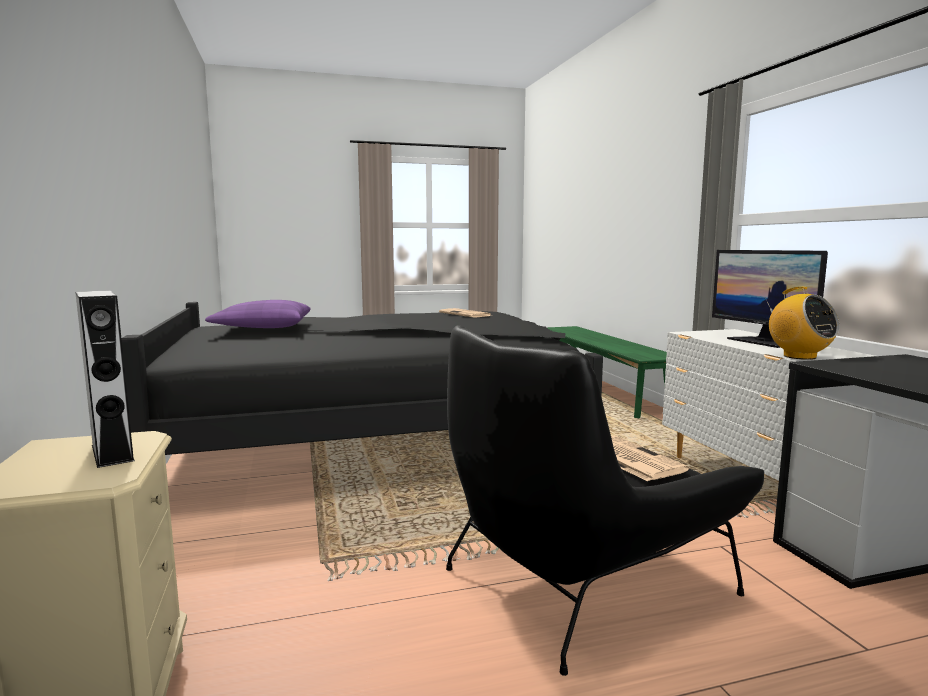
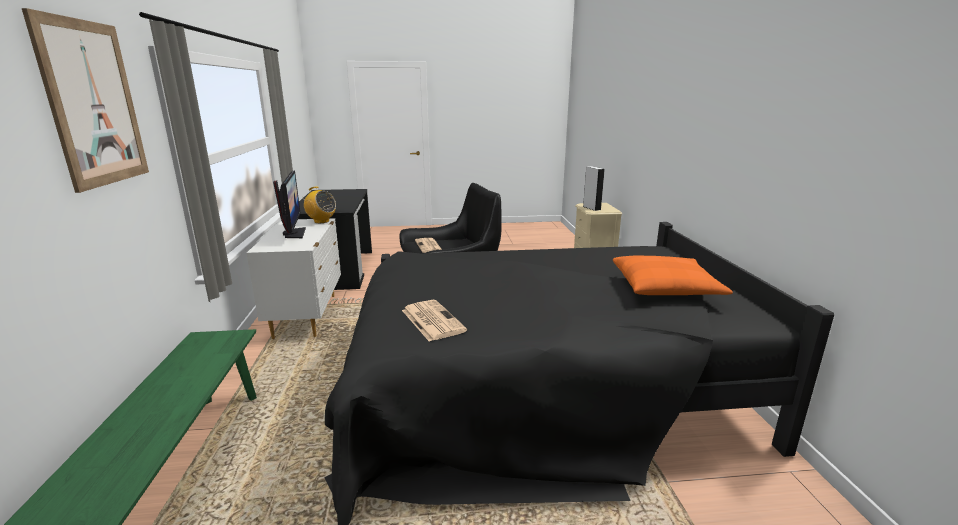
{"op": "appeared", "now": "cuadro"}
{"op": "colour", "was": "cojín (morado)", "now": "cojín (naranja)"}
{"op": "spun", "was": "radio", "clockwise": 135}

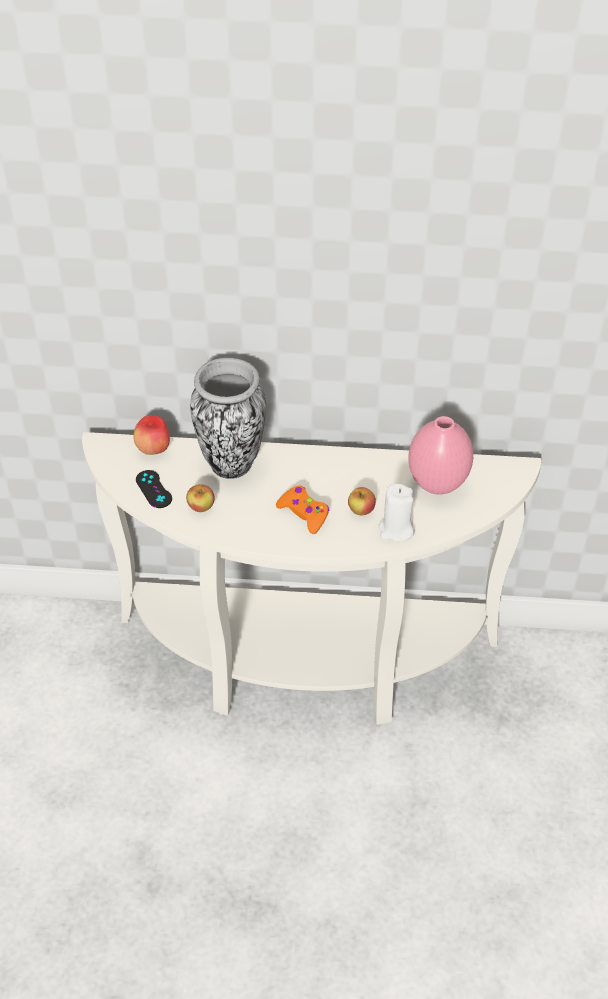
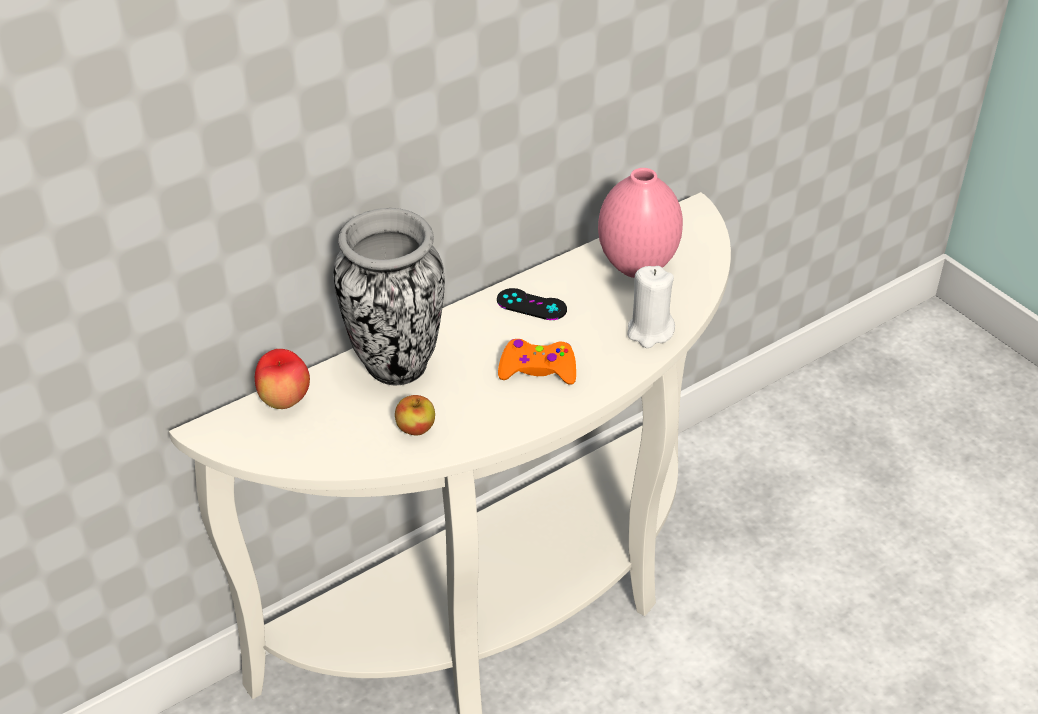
{"op": "missing", "was": "manzana (no. 3 from left)"}
{"op": "relocated", "was": "mando de consola (negro)"}

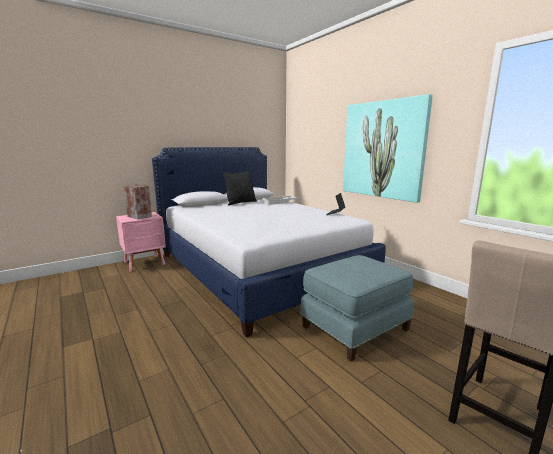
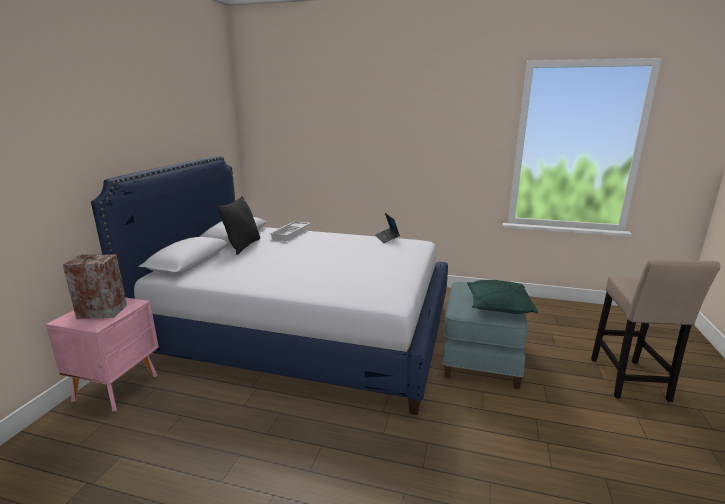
{"op": "missing", "was": "cuadro"}
{"op": "appeared", "now": "cojín (verde)"}

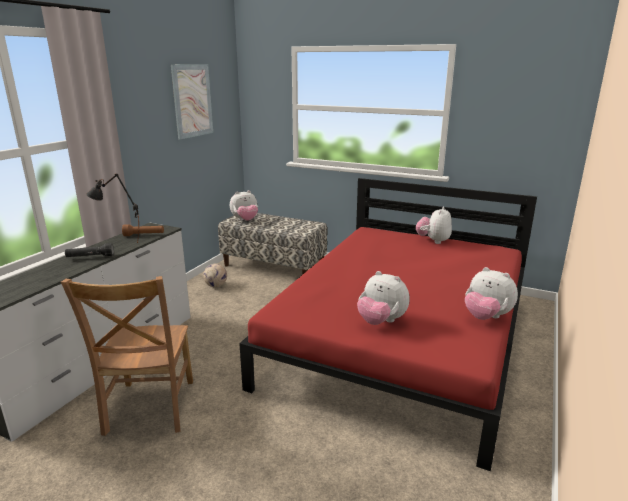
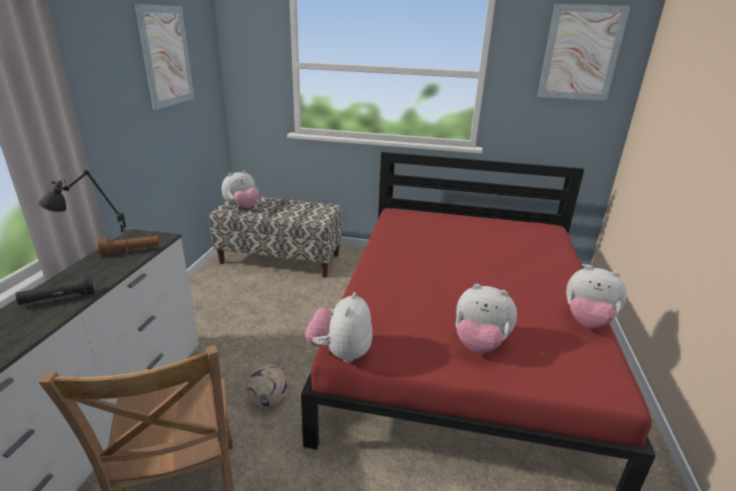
{"op": "appeared", "now": "cuadro (no. 2 from left)"}
{"op": "relocated", "was": "balón de fútbol"}
{"op": "relocated", "was": "peluche (no. 3 from left in the first image)", "now": "peluche (no. 2 from left)"}

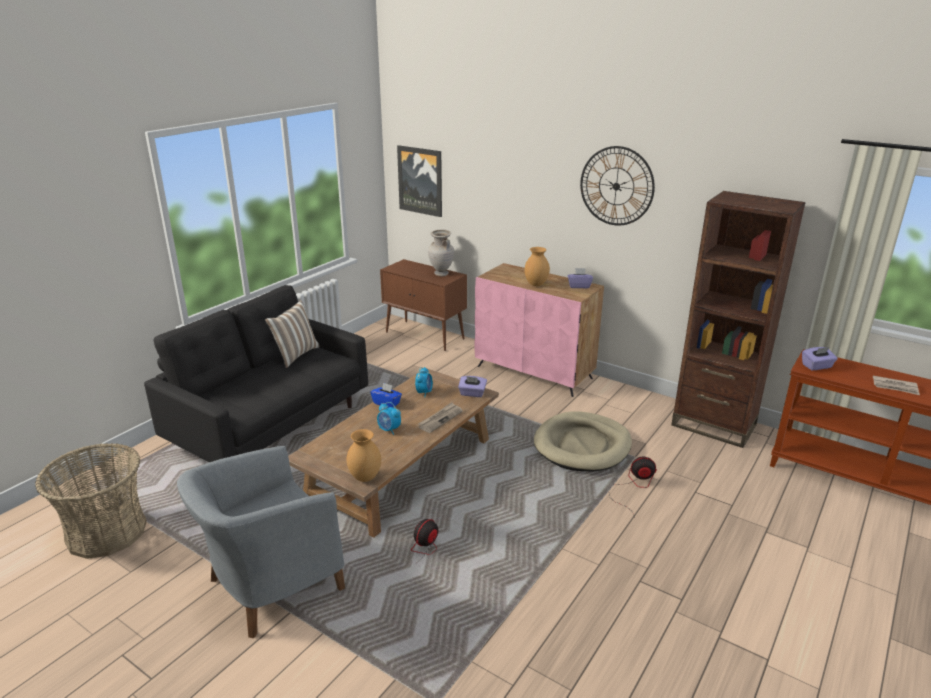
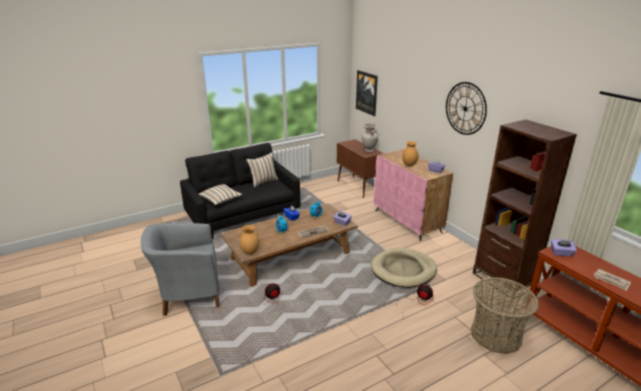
{"op": "appeared", "now": "cojín (no. 1 from left)"}
{"op": "relocated", "was": "cesta"}

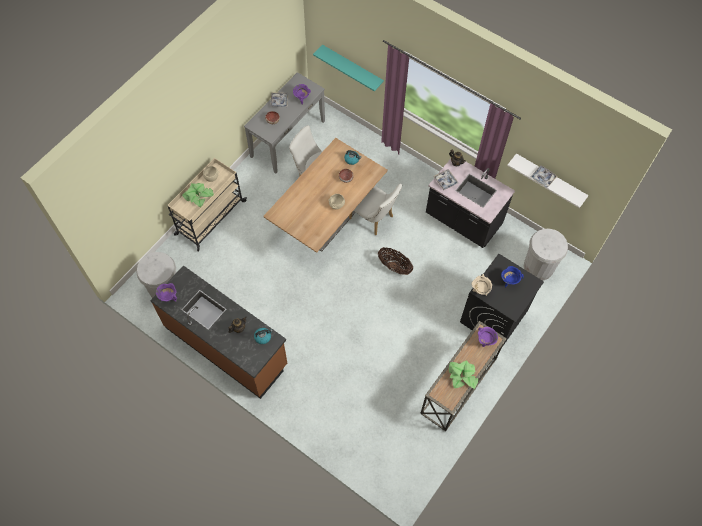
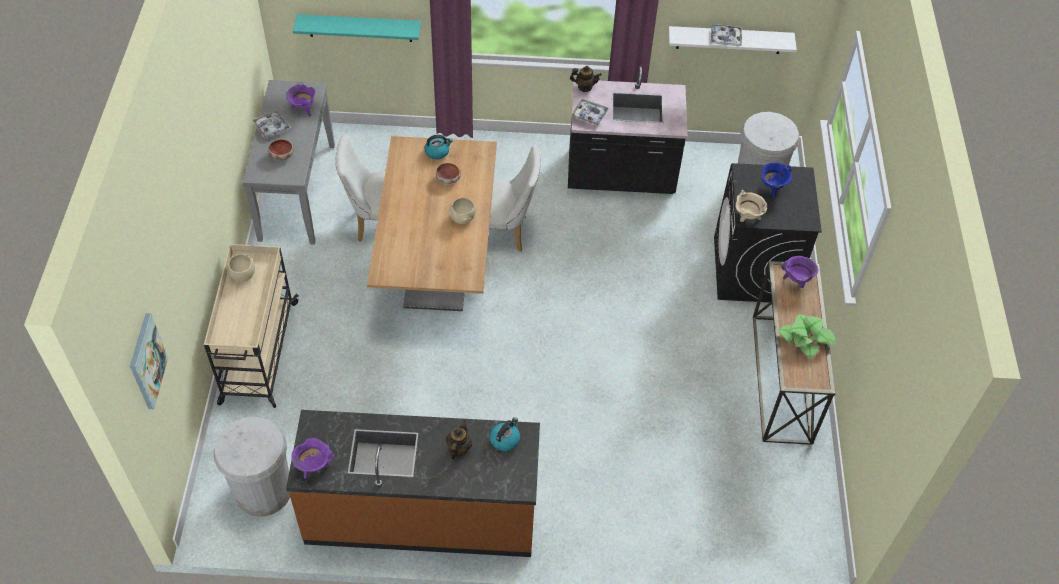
{"op": "missing", "was": "planta en maceta (no. 1 from left)"}
{"op": "missing", "was": "cesta"}
{"op": "appeared", "now": "cuadro"}

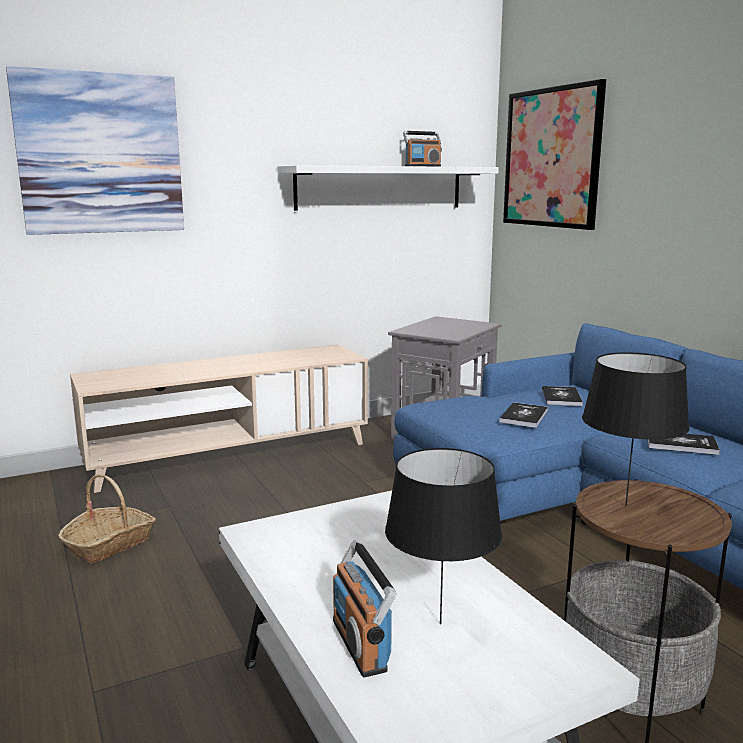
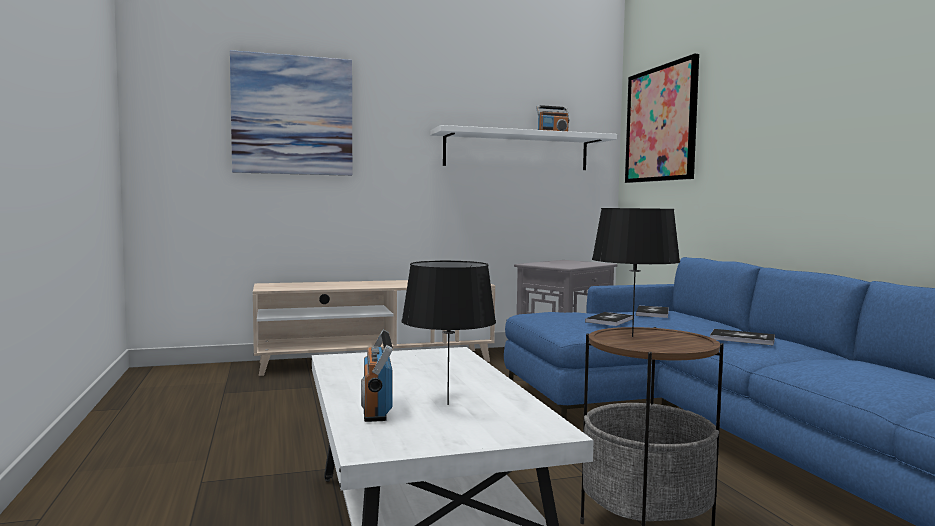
{"op": "missing", "was": "cesta"}

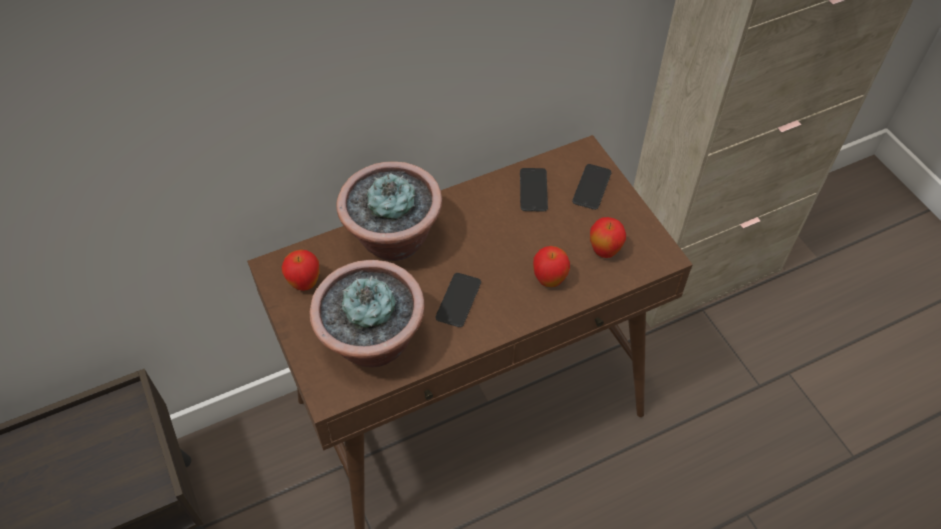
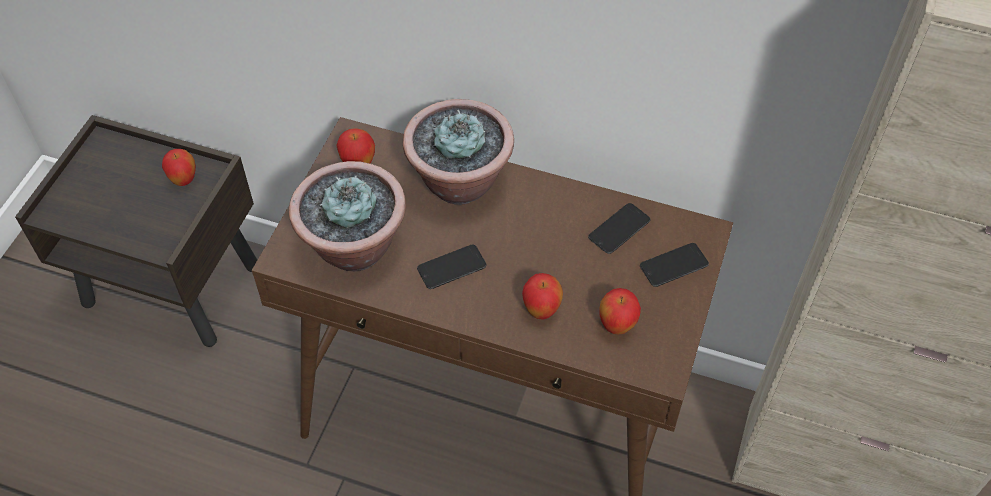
{"op": "appeared", "now": "manzana (no. 1 from left)"}

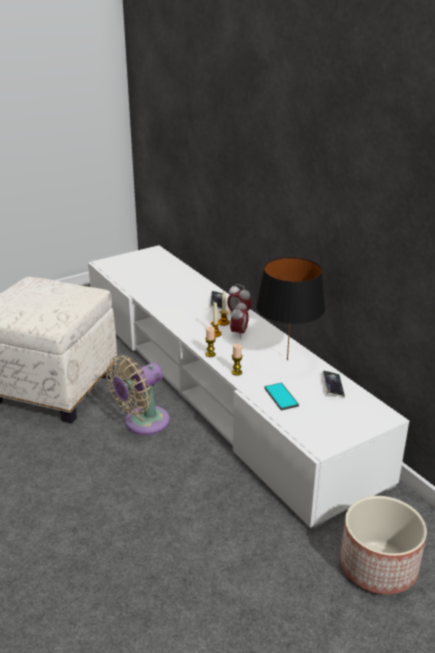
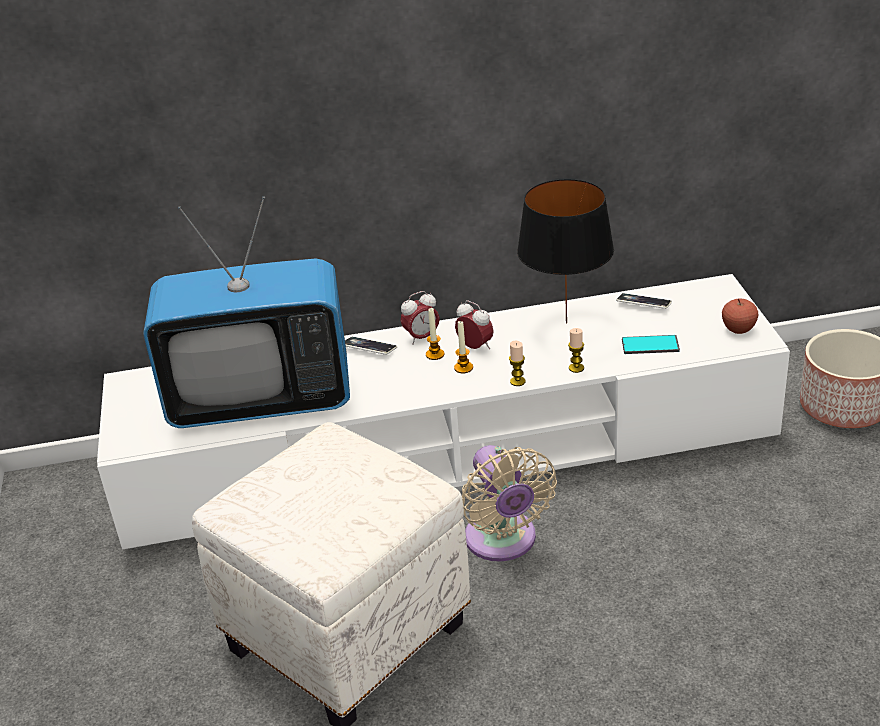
{"op": "appeared", "now": "televisor"}
{"op": "appeared", "now": "manzana"}

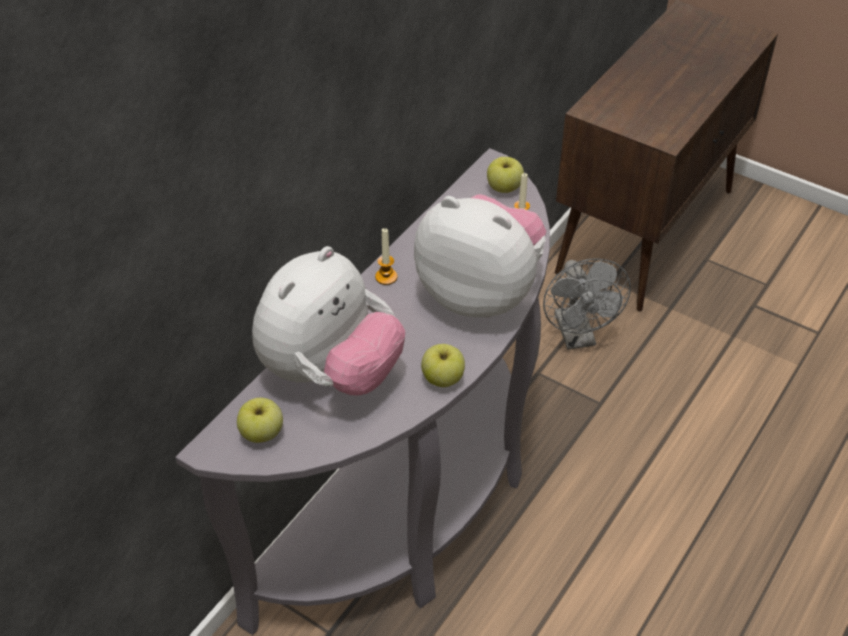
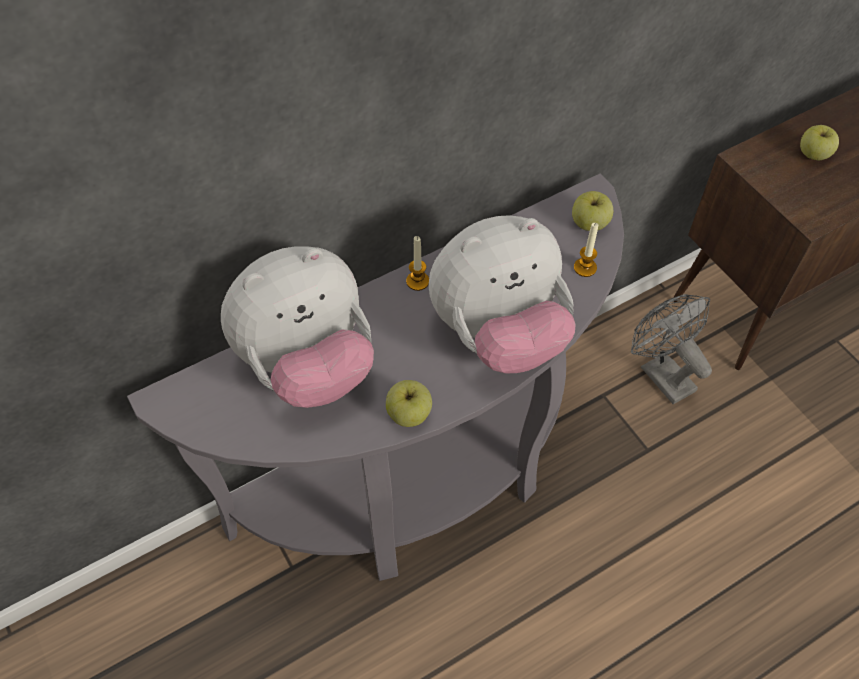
{"op": "relocated", "was": "manzana (no. 1 from left in the first image)", "now": "manzana (no. 3 from left)"}
{"op": "spun", "was": "peluche (no. 2 from left)", "clockwise": 105}
{"op": "spun", "was": "ventilador (gris)", "clockwise": 135}

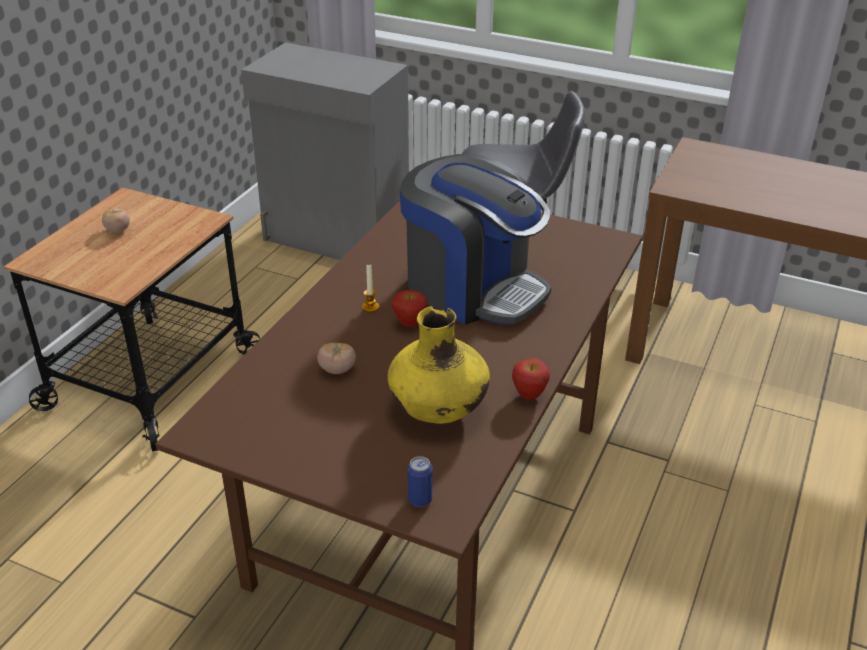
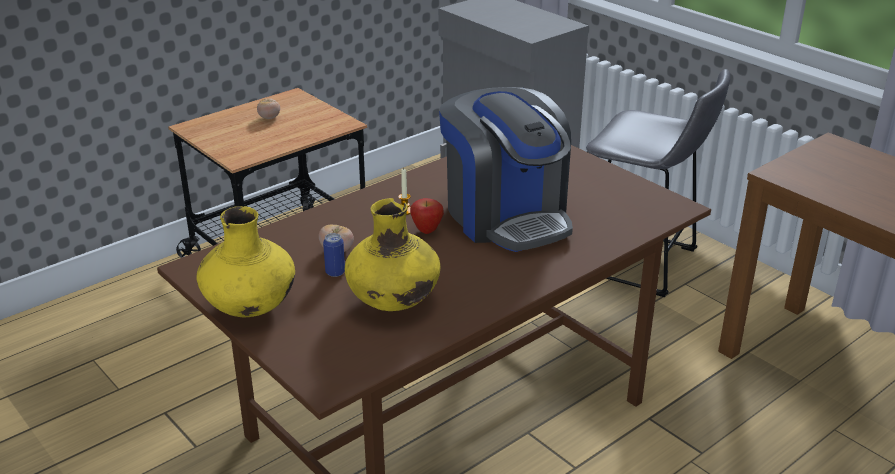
{"op": "missing", "was": "manzana (no. 2 from left)"}
{"op": "appeared", "now": "florero (amarillo) (no. 1 from left)"}
{"op": "relocated", "was": "lata"}

